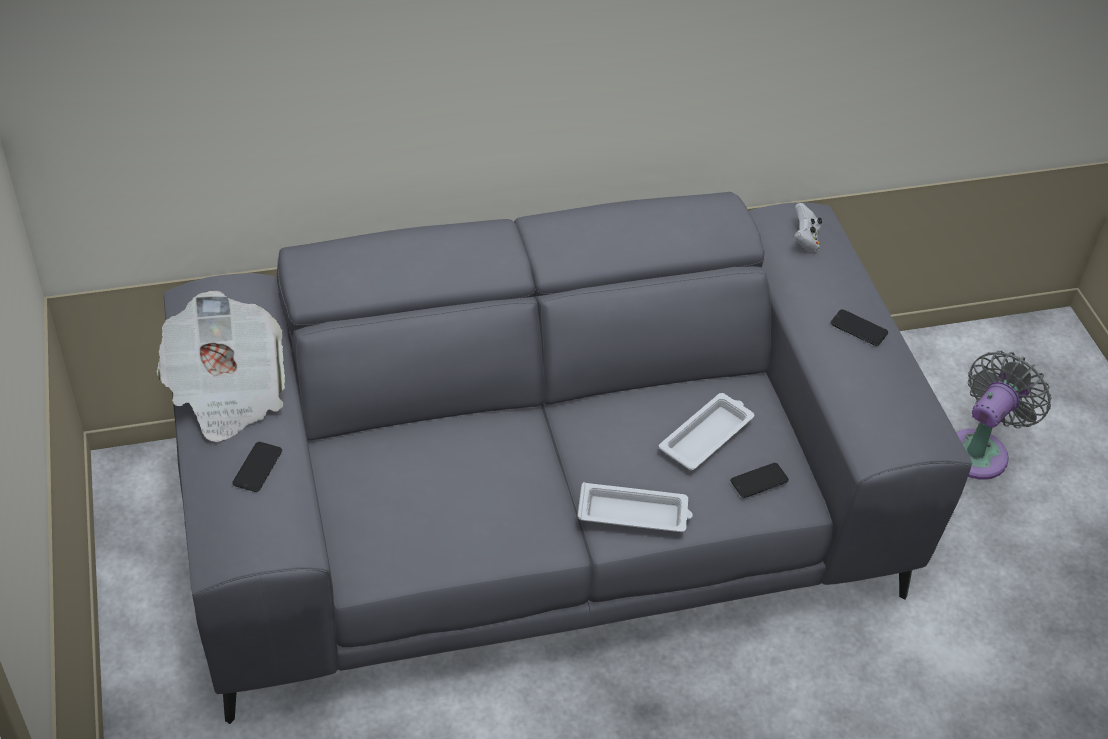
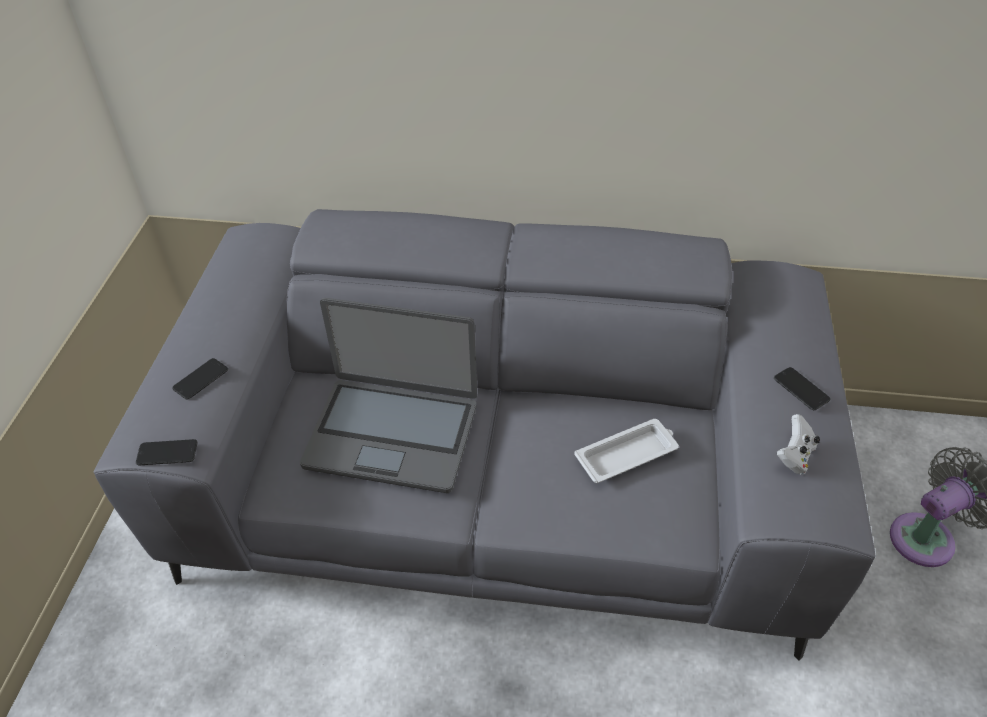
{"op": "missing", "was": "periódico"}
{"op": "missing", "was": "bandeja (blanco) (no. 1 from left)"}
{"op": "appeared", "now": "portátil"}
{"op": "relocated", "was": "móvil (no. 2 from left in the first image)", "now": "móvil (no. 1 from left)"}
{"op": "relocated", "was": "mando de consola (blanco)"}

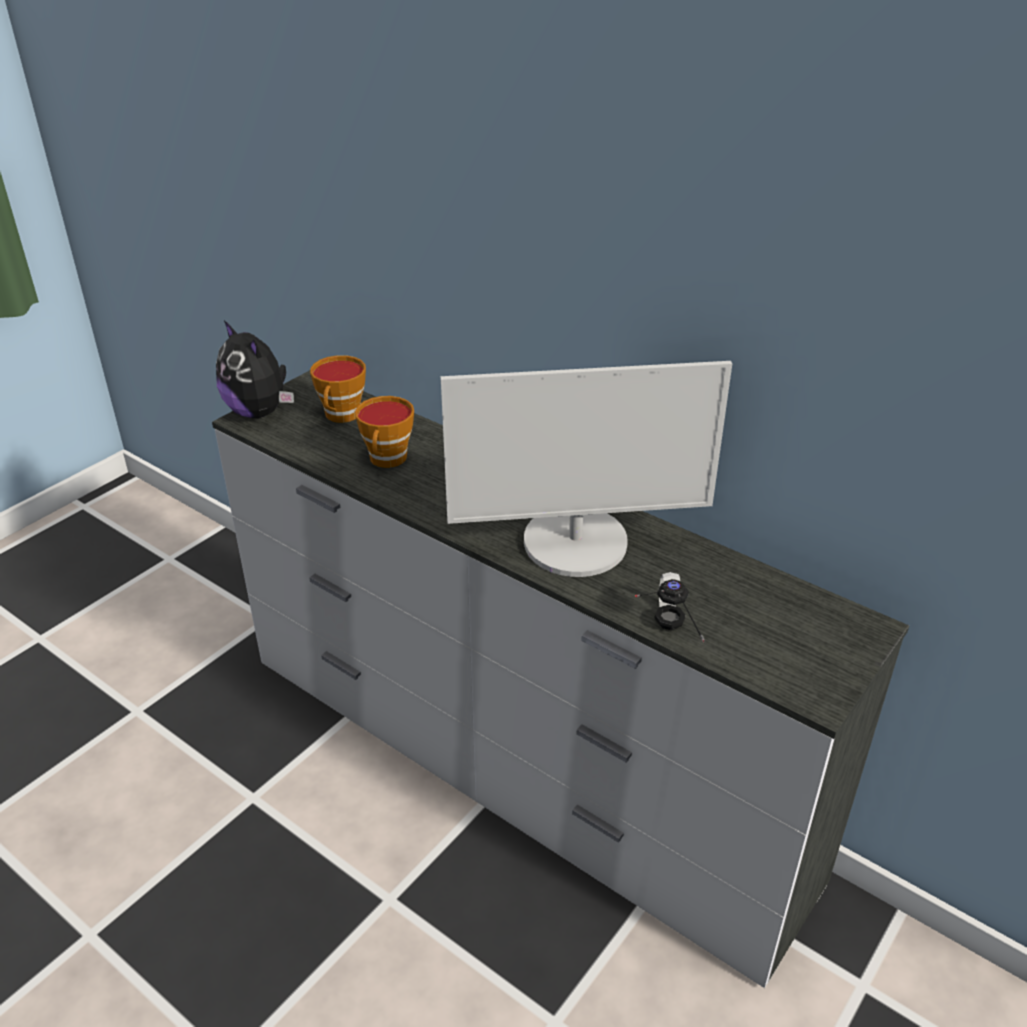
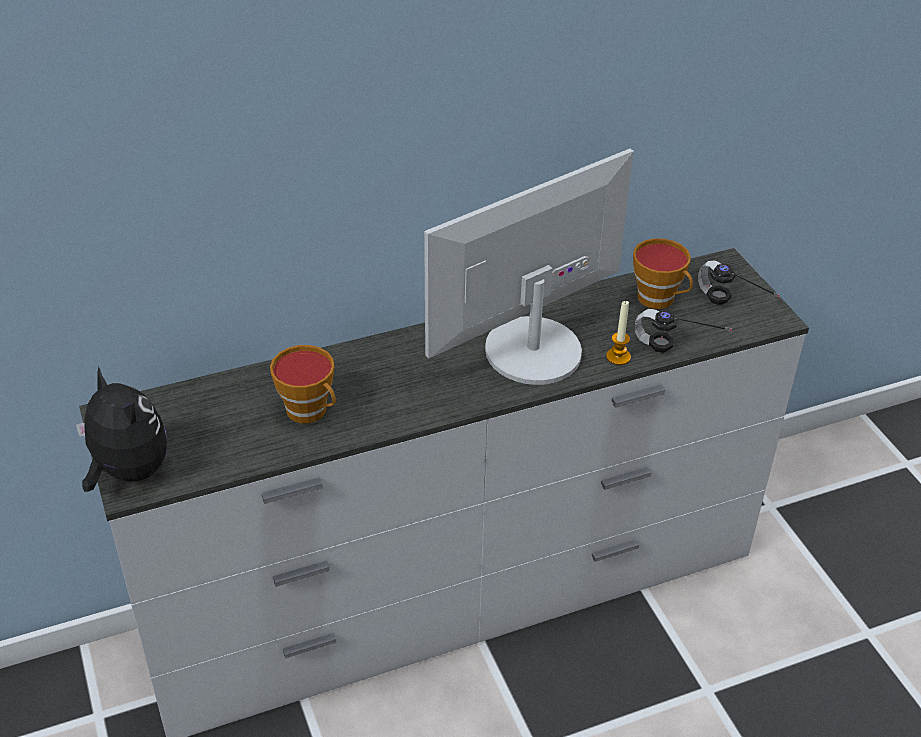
{"op": "appeared", "now": "vela"}
{"op": "appeared", "now": "auriculares (no. 2 from left)"}
{"op": "relocated", "was": "taza (no. 1 from left in the first image)", "now": "taza (no. 2 from left)"}
{"op": "spun", "was": "peluche", "clockwise": -120}
{"op": "spun", "was": "monitor", "clockwise": -150}

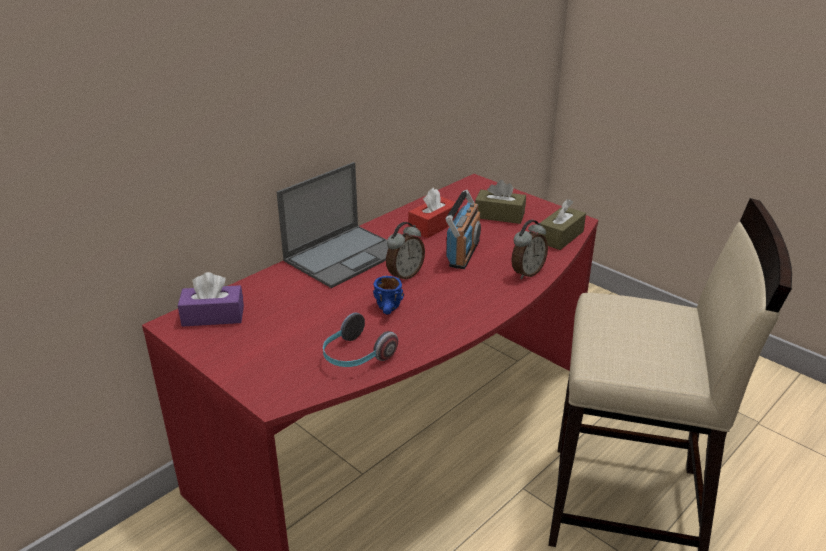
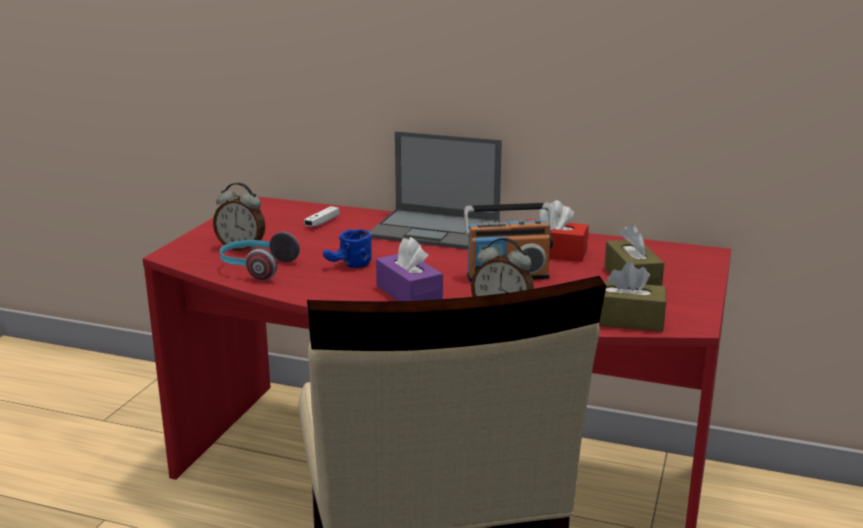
{"op": "appeared", "now": "mando de consola (blanco)"}
{"op": "relocated", "was": "caja de pañuelos (morado)"}
{"op": "relocated", "was": "despertador (no. 1 from left)"}

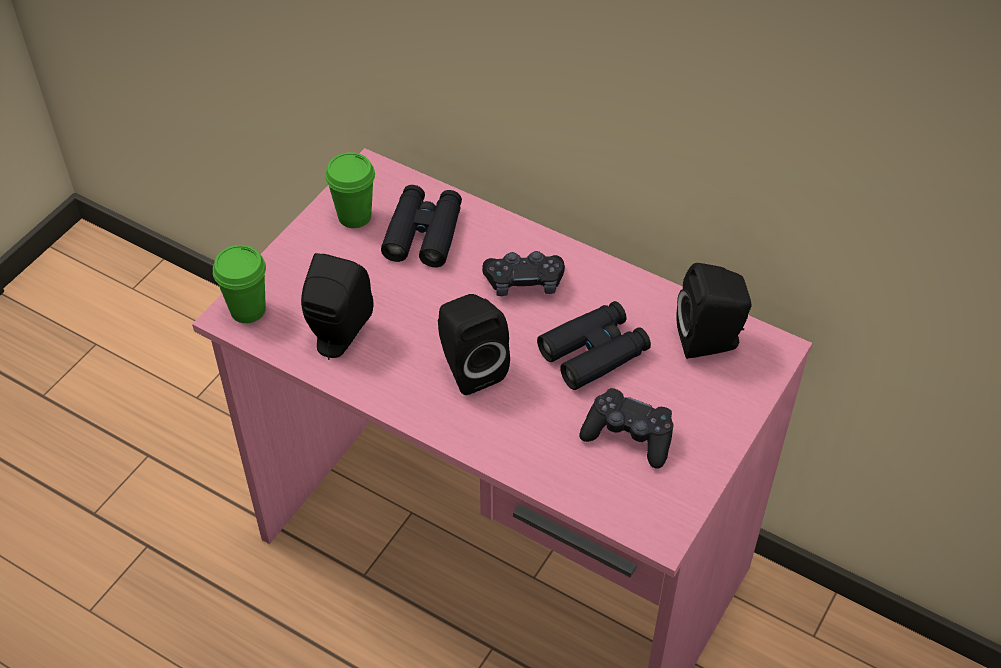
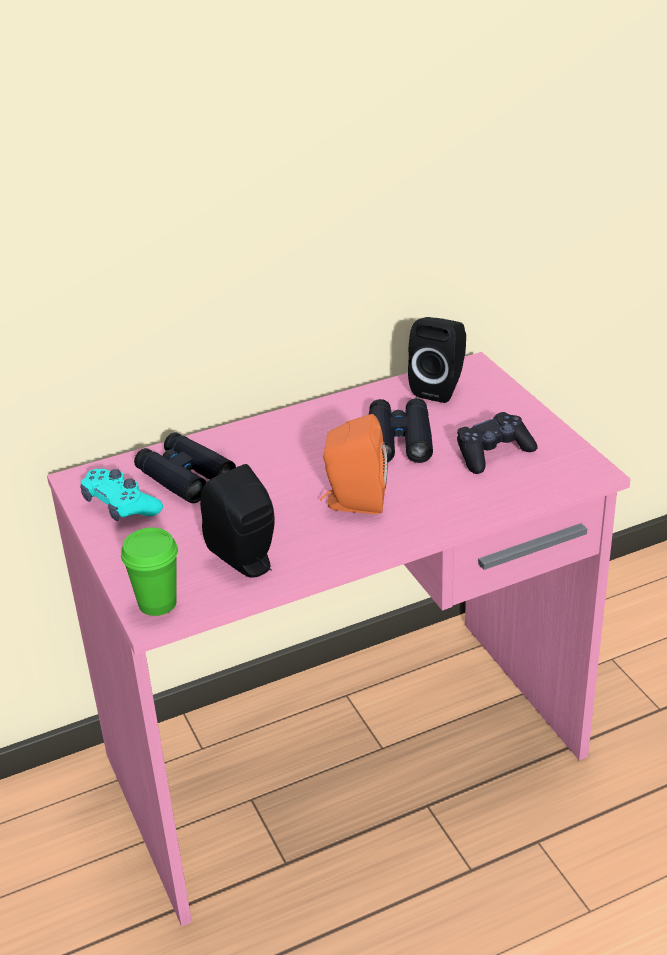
{"op": "missing", "was": "mando de consola (negro) (no. 1 from left)"}
{"op": "exchanged", "was": "taza (verde) (no. 2 from left)", "now": "mando de consola (turquesa)"}
{"op": "colour", "was": "altavoz (negro) (no. 2 from left)", "now": "altavoz (naranja)"}

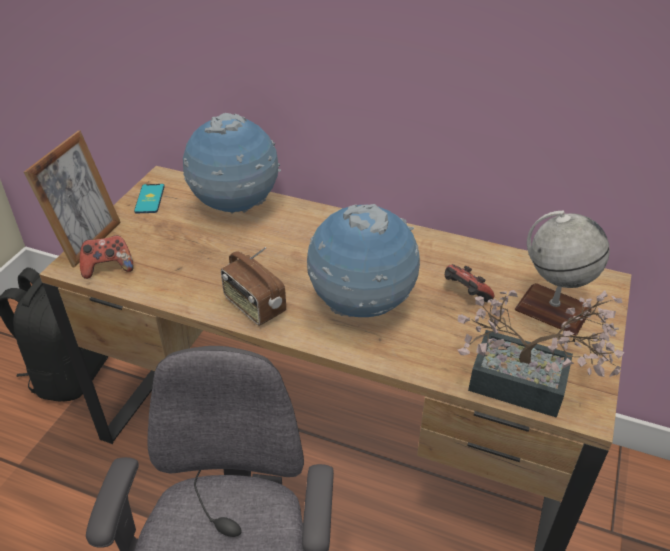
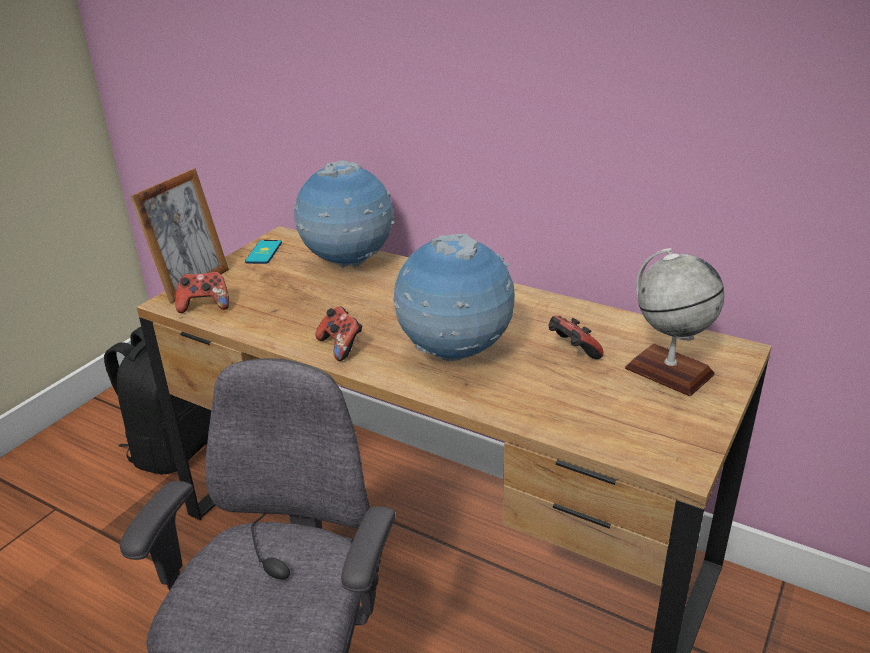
{"op": "missing", "was": "planta en maceta"}
{"op": "exchanged", "was": "radio", "now": "mando de consola (no. 2 from left)"}

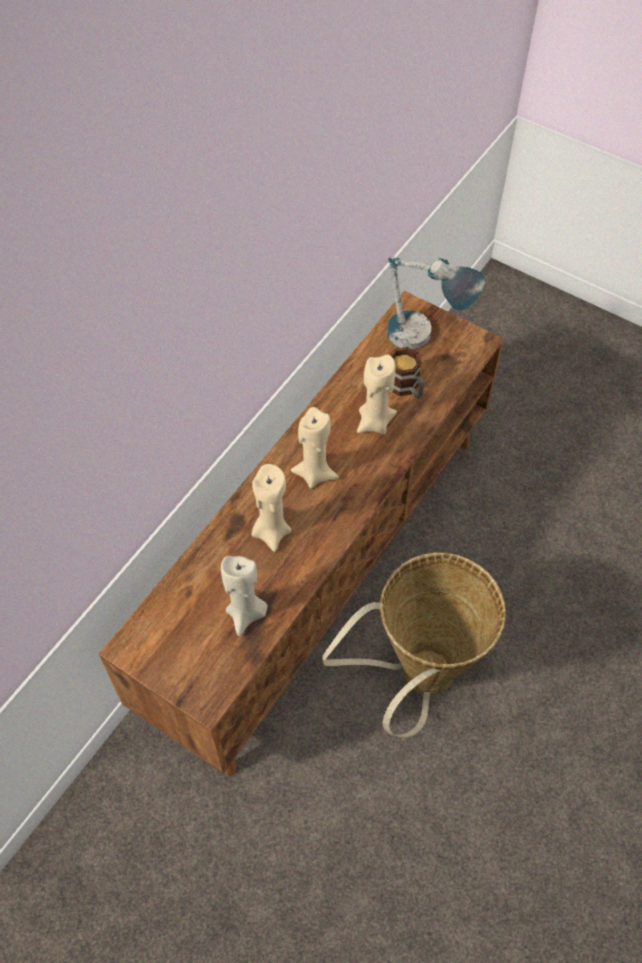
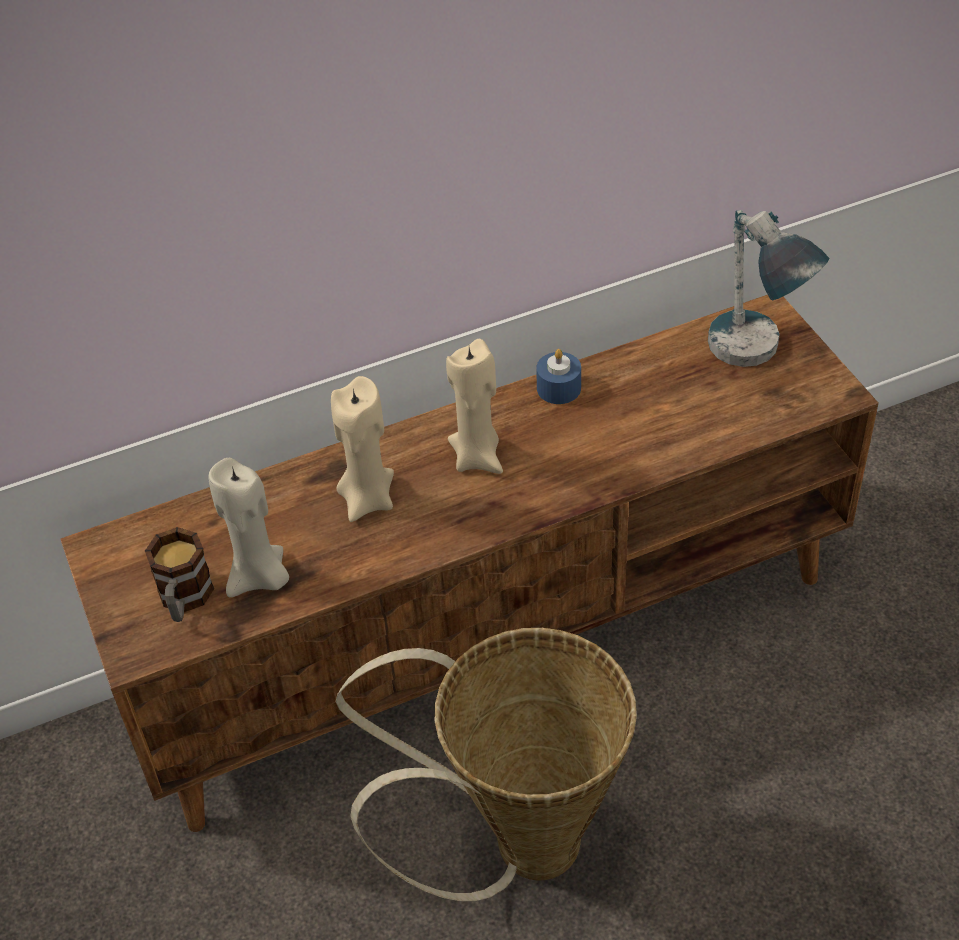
{"op": "missing", "was": "vela (beis) (no. 4 from left)"}
{"op": "appeared", "now": "vela (azul)"}
{"op": "relocated", "was": "taza grande"}

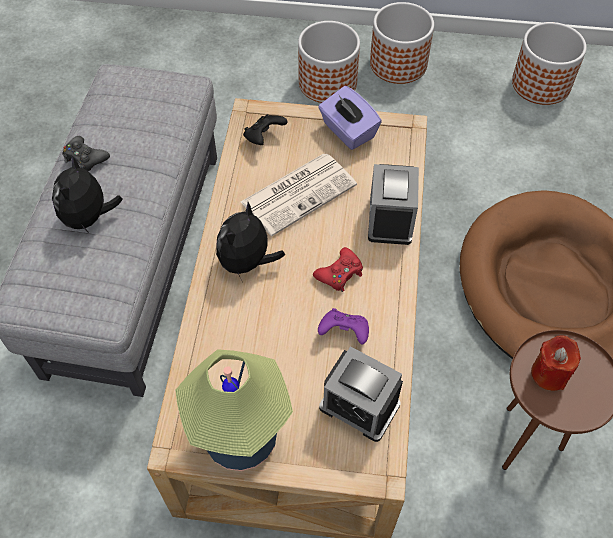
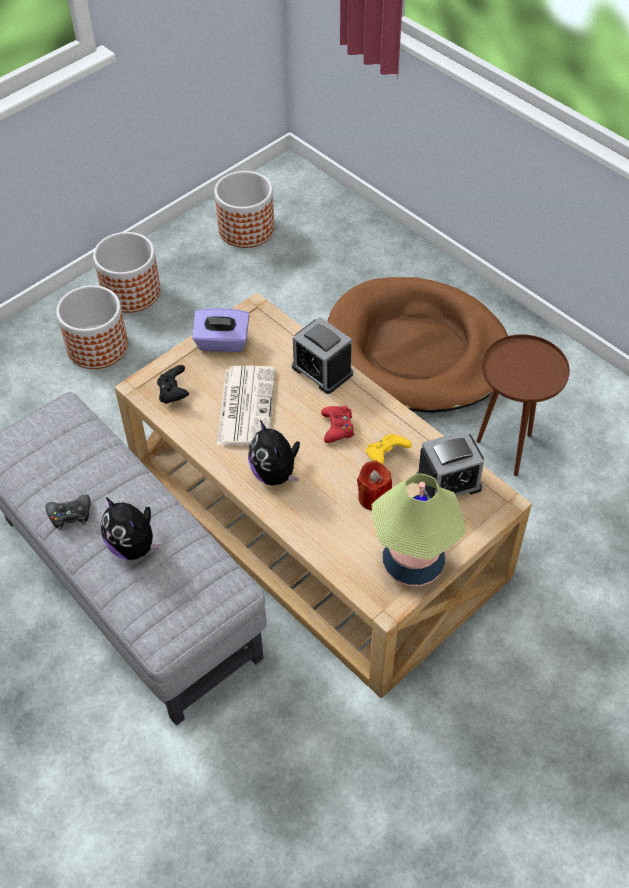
{"op": "relocated", "was": "vela (rojo)"}
{"op": "colour", "was": "mando de consola (morado)", "now": "mando de consola (amarillo)"}

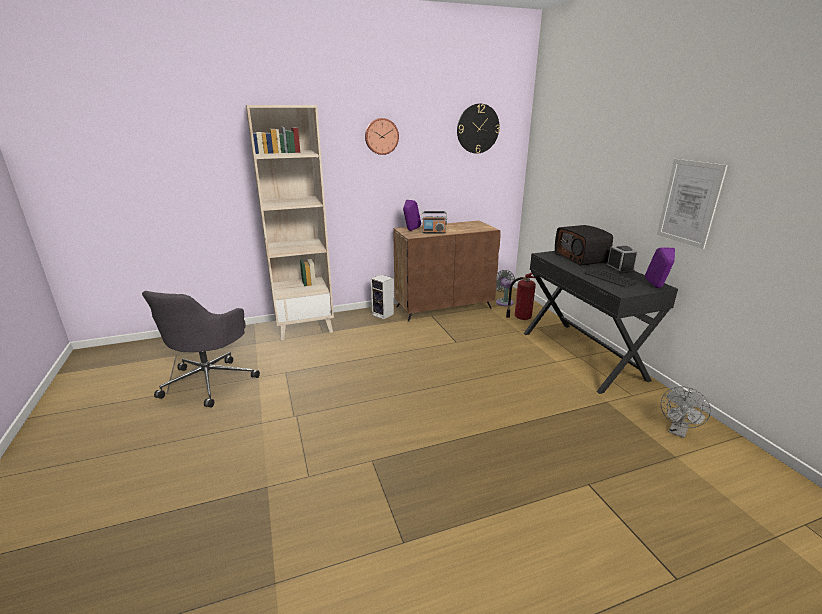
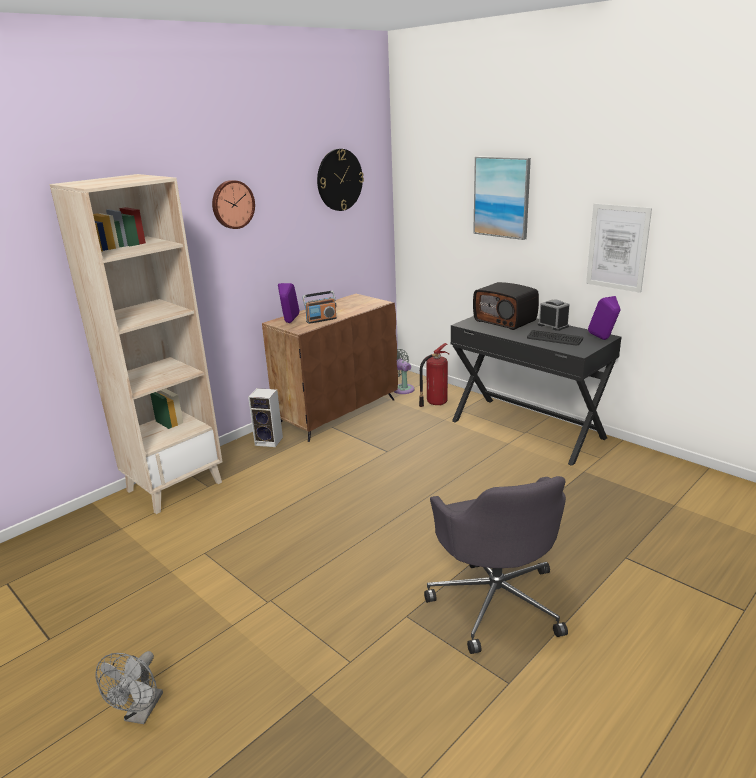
{"op": "appeared", "now": "cuadro (no. 1 from left)"}
{"op": "relocated", "was": "silla de oficina (gris)"}
{"op": "relocated", "was": "ventilador (gris) (no. 2 from left in the first image)", "now": "ventilador (gris) (no. 1 from left)"}

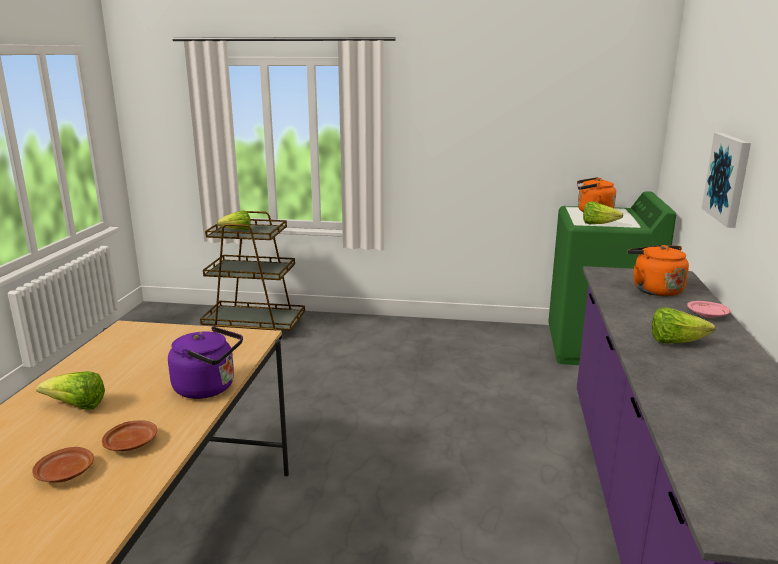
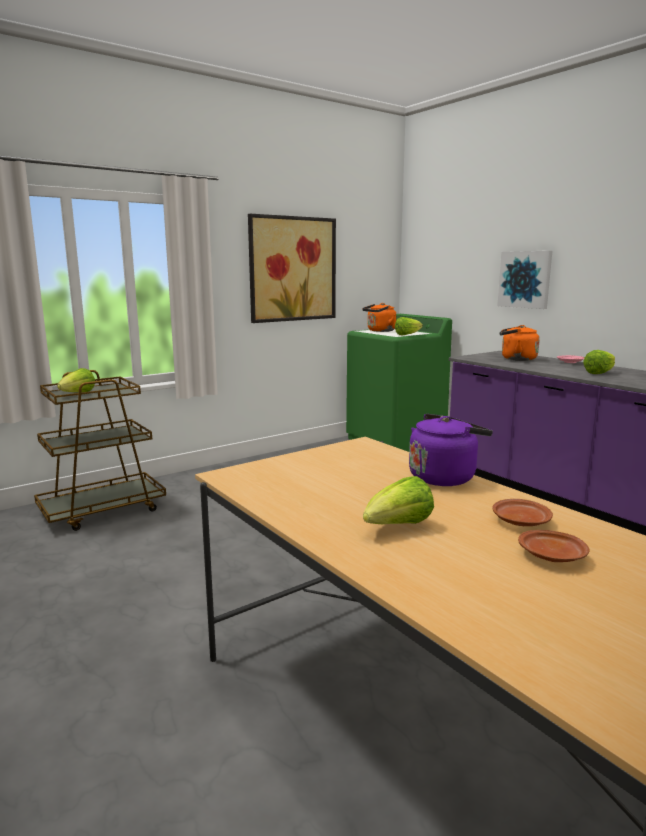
{"op": "appeared", "now": "cuadro (no. 1 from left)"}

